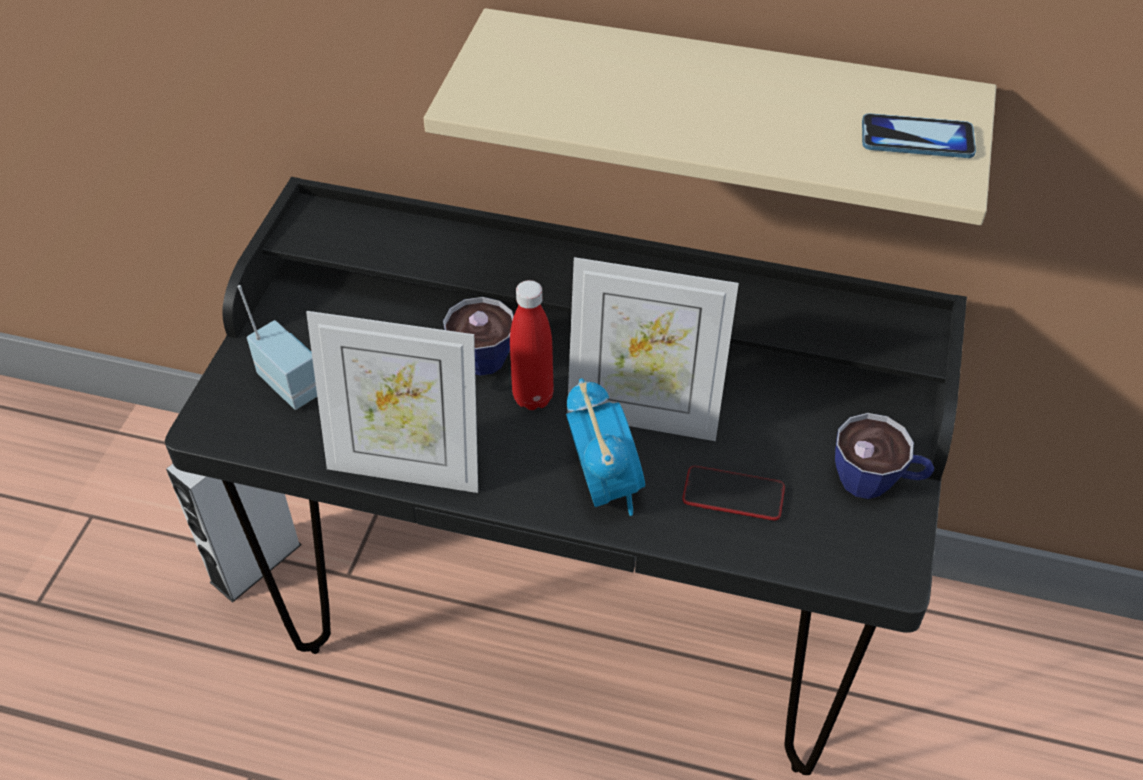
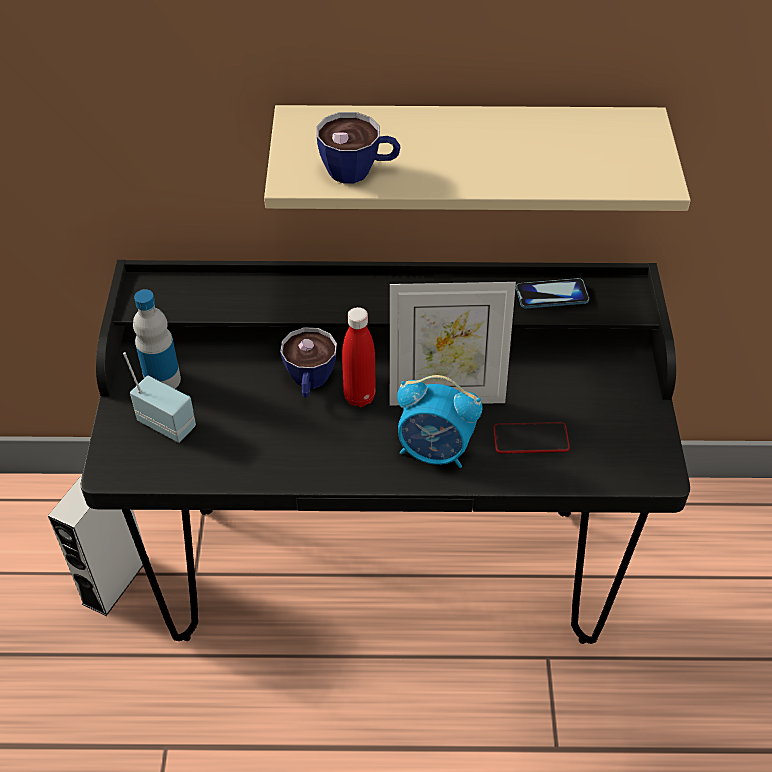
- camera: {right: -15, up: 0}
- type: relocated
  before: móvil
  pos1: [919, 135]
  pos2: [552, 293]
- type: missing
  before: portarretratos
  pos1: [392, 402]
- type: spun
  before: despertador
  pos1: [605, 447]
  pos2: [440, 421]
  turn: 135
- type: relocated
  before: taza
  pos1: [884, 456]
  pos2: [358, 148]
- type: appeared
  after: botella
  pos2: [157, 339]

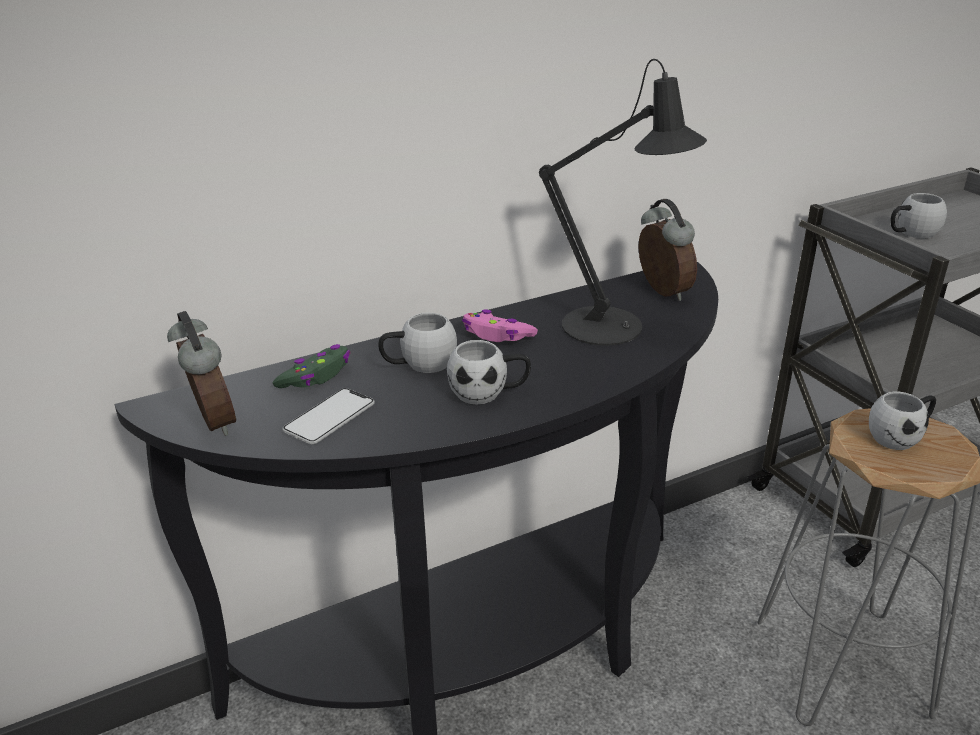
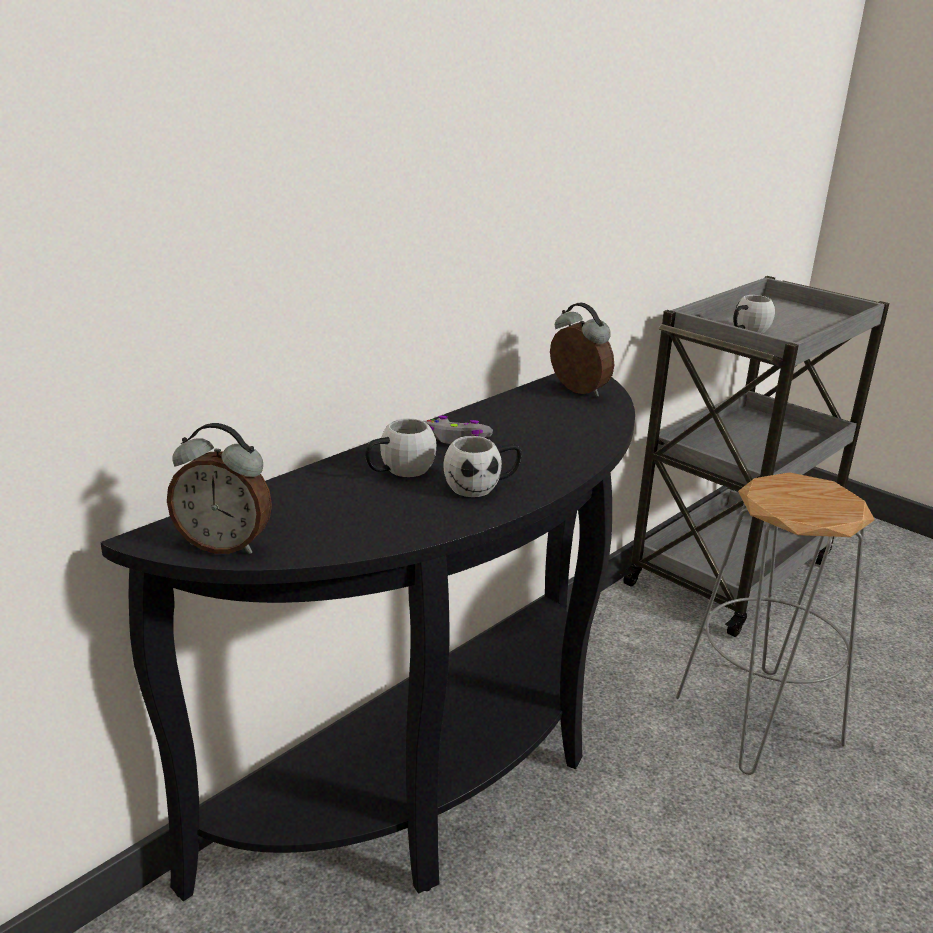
- camera: {right: -20, up: -5}
- type: missing
  before: lámpara de mesa (negro)
  pos1: [623, 202]
- type: colour
  before: mando de consola (rosa)
  after: mando de consola (gris)
  pos1: [500, 325]
  pos2: [458, 430]
- type: spun
  before: despertador
  pos1: [201, 373]
  pos2: [219, 488]
  turn: 150
- type: missing
  before: mando de consola (verde)
  pos1: [311, 366]
- type: missing
  before: móvil
  pos1: [328, 416]
- type: missing
  before: taza grande (blanco)
  pos1: [902, 421]

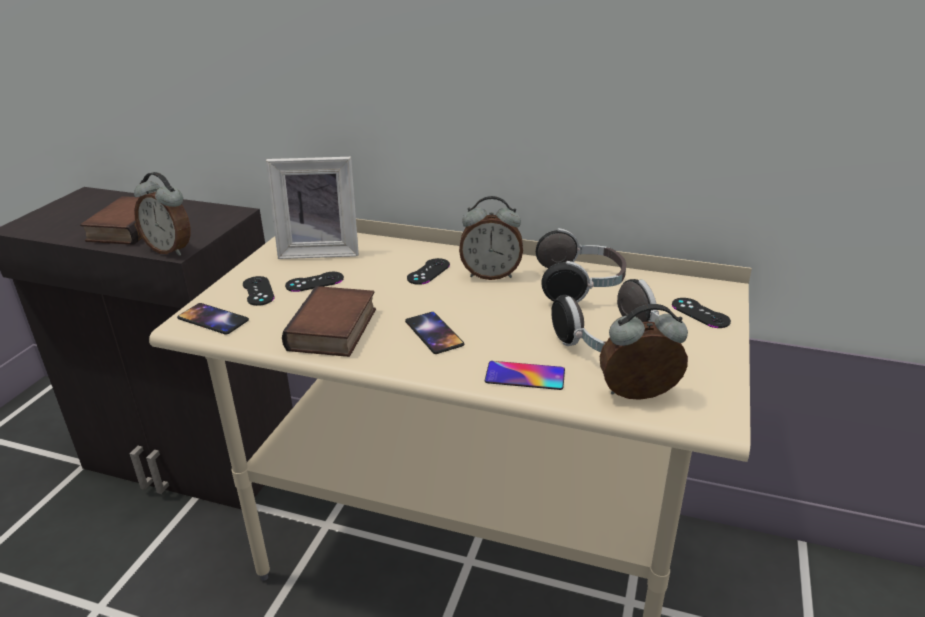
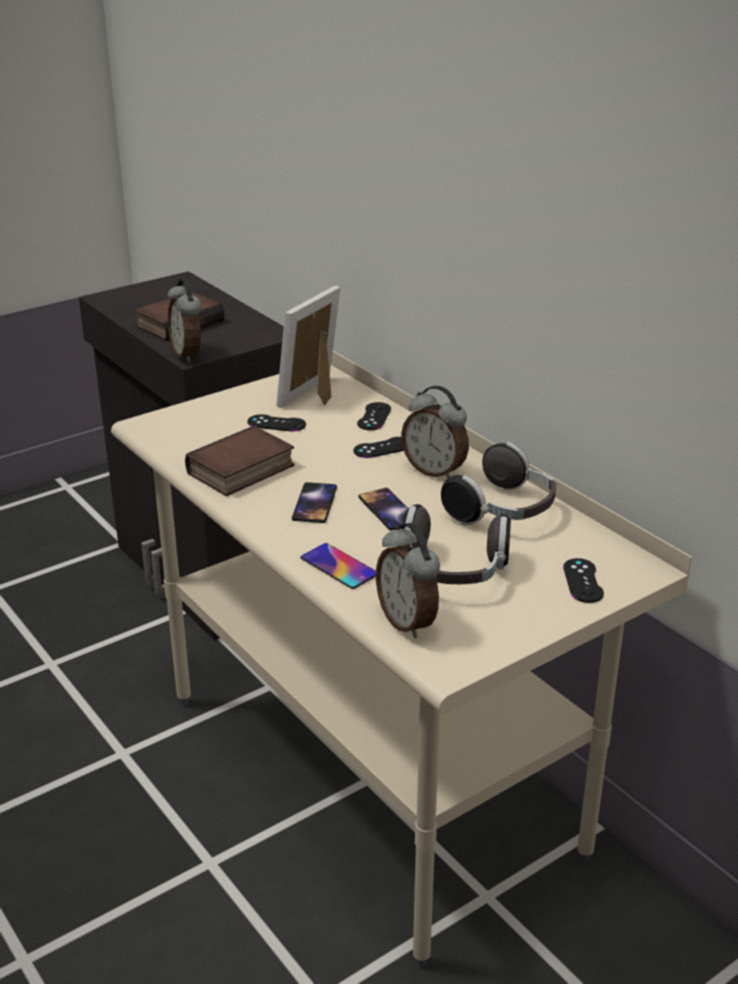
- camera: {right: 35, up: 0}
- type: spun
  before: portarretratos
  pos1: [312, 208]
  pos2: [308, 347]
  turn: 90
- type: relocated
  before: mando de consola (negro)
  pos1: [258, 291]
  pos2: [374, 416]
- type: relocated
  before: móvil
  pos1: [213, 319]
  pos2: [383, 509]
- type: spun
  before: despertador
  pos1: [644, 352]
  pos2: [408, 581]
  turn: -150

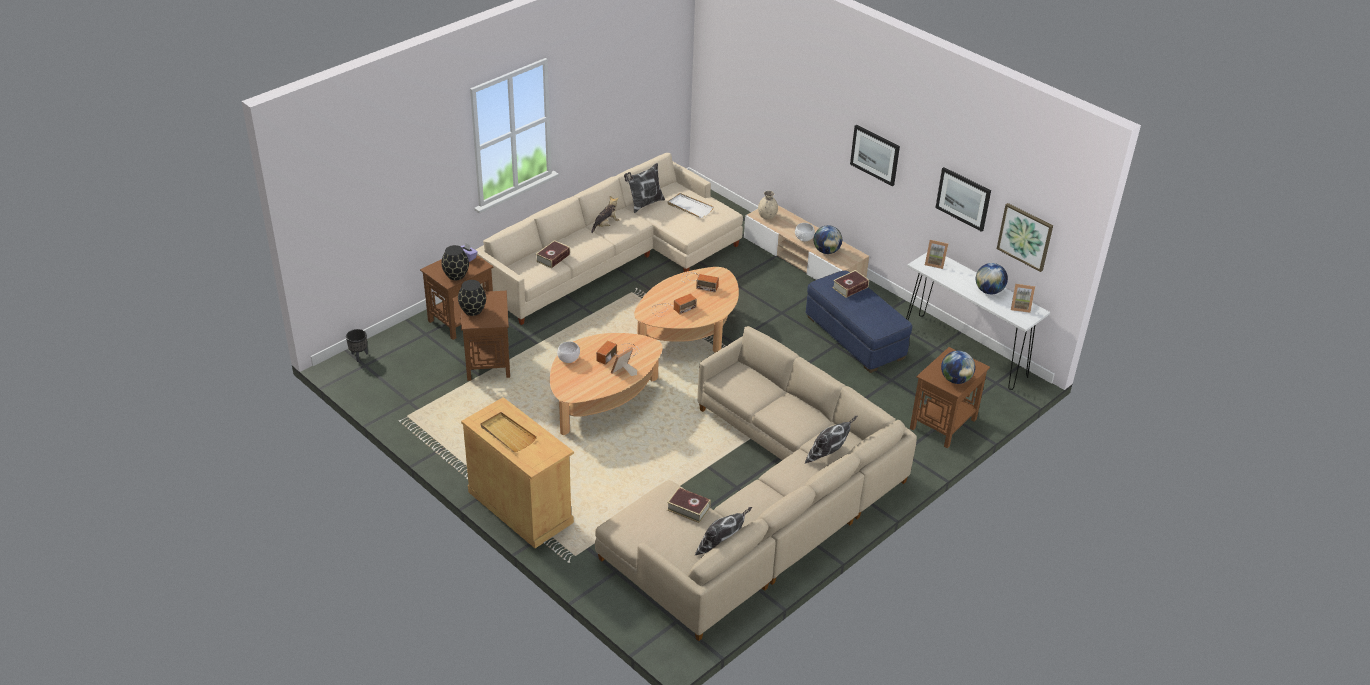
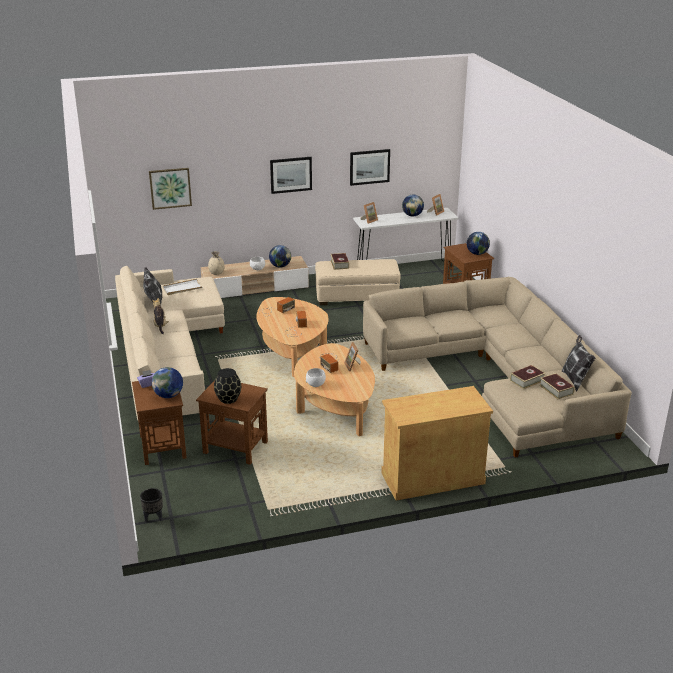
- camera: {right: -60, up: -10}
- type: relocated
  before: cuadro
  pos1: [1025, 237]
  pos2: [170, 189]
- type: relocated
  before: libro
  pos1: [553, 254]
  pos2: [557, 386]
- type: exchanged
  before: florero (negro)
  after: globo terráqueo
  pos1: [455, 262]
  pos2: [167, 382]
- type: colour
  before: puf (azul)
  after: puf (beis)
  pos1: [859, 322]
  pos2: [358, 282]
- type: missing
  before: bandeja (beis)
  pos1: [509, 432]
- type: missing
  before: cojín
  pos1: [831, 440]

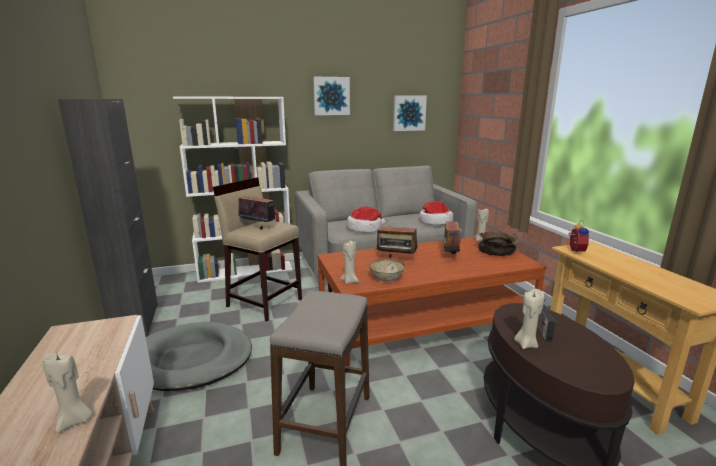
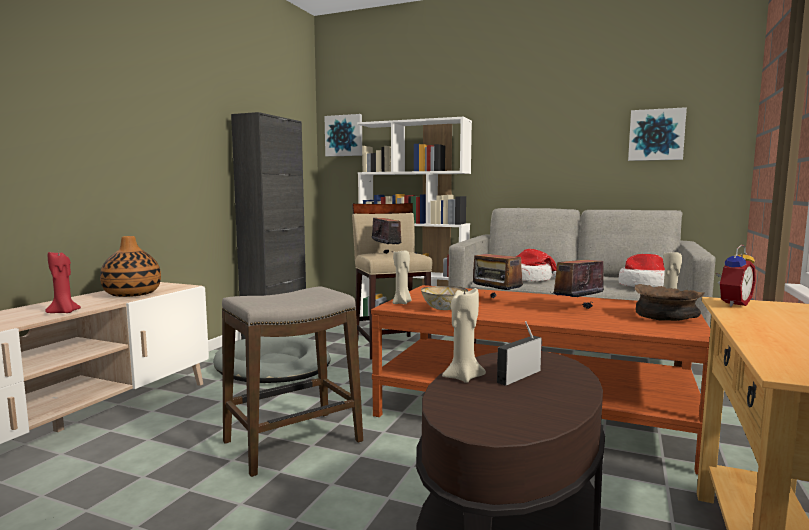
- camera: {right: 40, up: -10}
- type: relocated
  before: cuadro
  pos1: [331, 96]
  pos2: [343, 135]
- type: colour
  before: vela (beis)
  after: vela (rojo)
  pos1: [67, 392]
  pos2: [63, 281]
- type: appeared
  after: florero
  pos2: [130, 266]

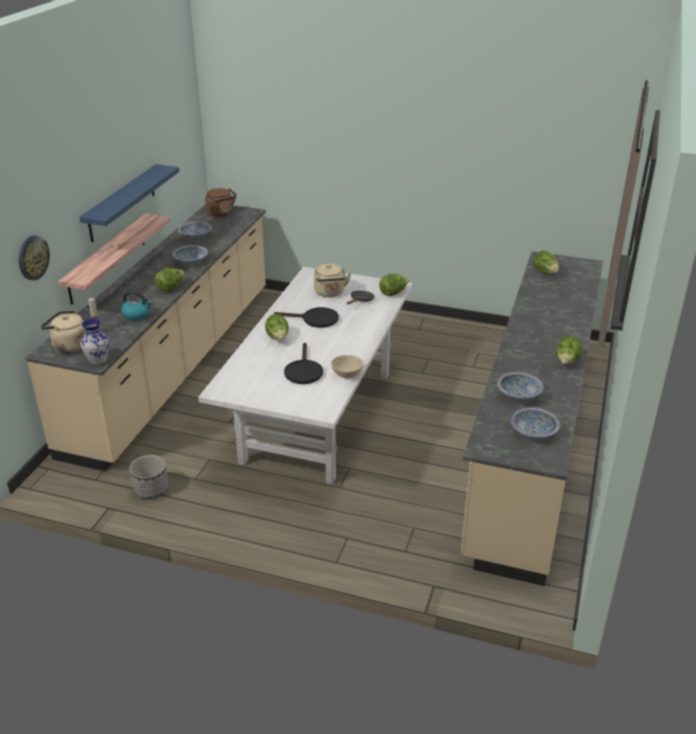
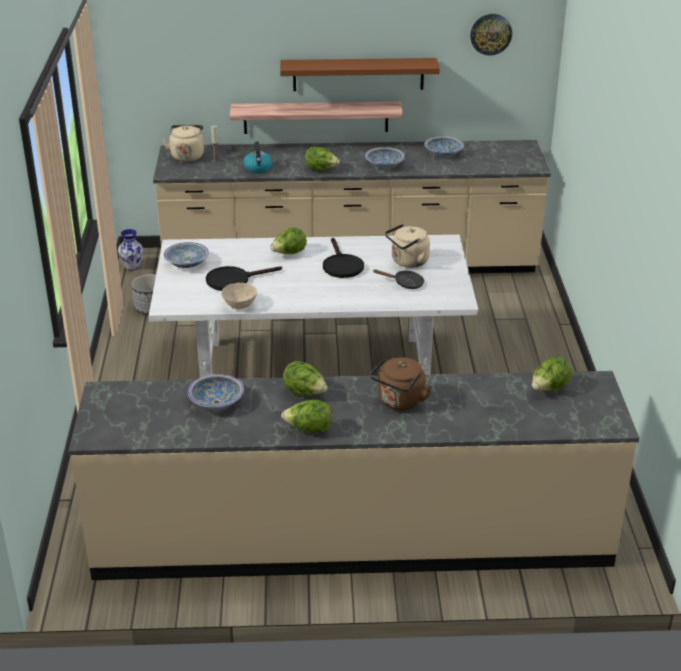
- camera: {right: 70, up: 0}
- type: colour
  before: estante (azul)
  after: estante (marrón)
  pos1: [129, 203]
  pos2: [360, 74]
- type: relocated
  before: hervidor (marrón)
  pos1: [220, 202]
  pos2: [401, 383]
- type: relocated
  before: reloj de pared
  pos1: [34, 257]
  pos2: [491, 34]
- type: relocated
  before: lechuga
  pos1: [394, 285]
  pos2: [305, 378]
- type: relocated
  before: florero
  pos1: [95, 342]
  pos2: [130, 249]
- type: relocated
  before: cuenco
  pos1: [535, 423]
  pos2: [186, 255]

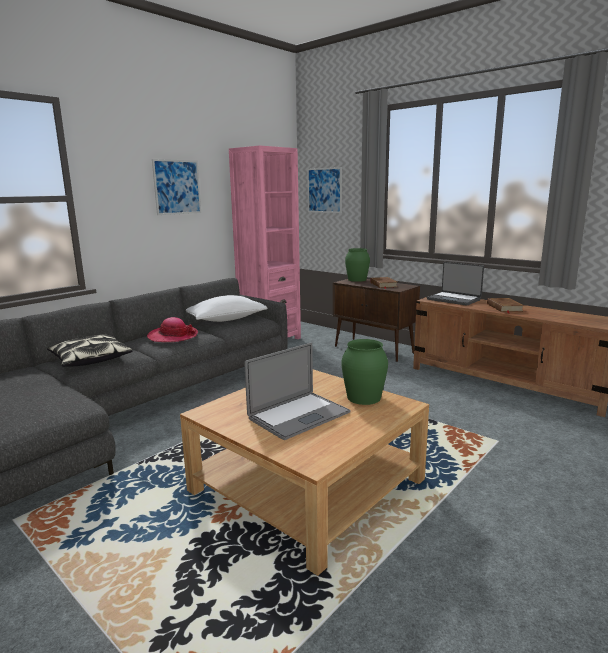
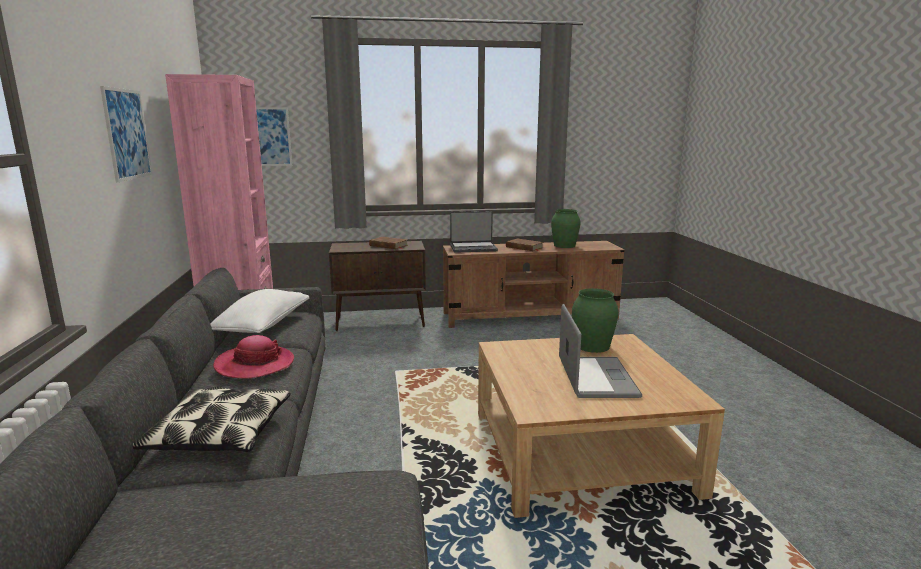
- camera: {right: -50, up: 0}
- type: relocated
  before: florero (verde)
  pos1: [357, 265]
  pos2: [566, 228]

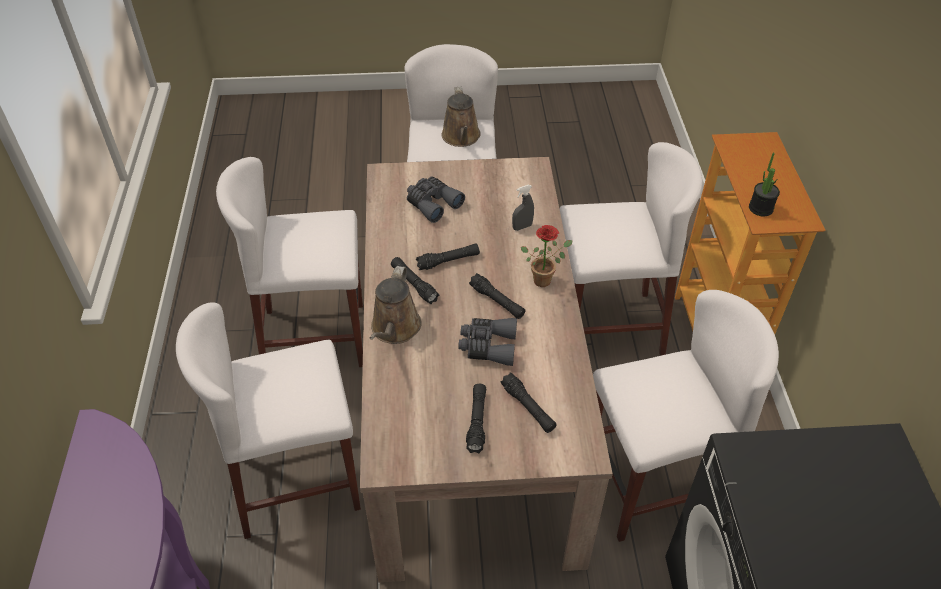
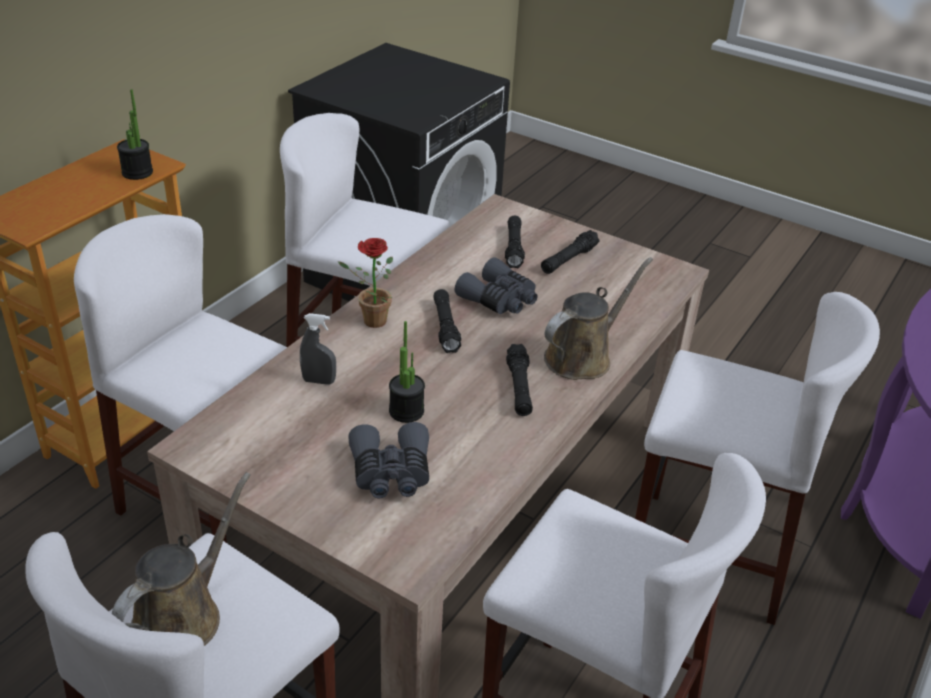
- camera: {right: -145, up: -10}
- type: missing
  before: linterna (negro)
  pos1: [448, 257]
- type: appeared
  after: planta en maceta
  pos2: [407, 372]

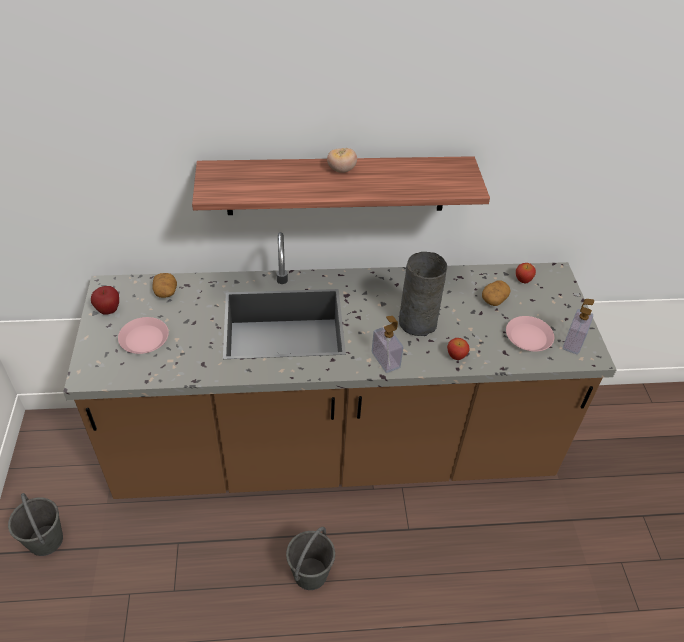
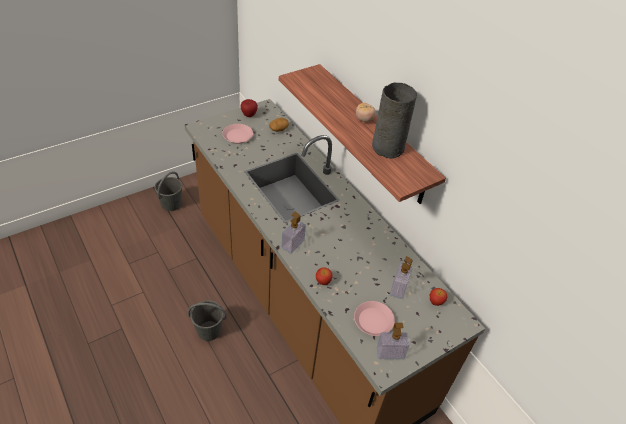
- camera: {right: 60, up: 0}
- type: relocated
  before: florero (gris)
  pos1: [423, 294]
  pos2: [394, 121]
- type: exchanged
  before: patata
  after: dispensador de jabón
  pos1: [496, 293]
  pos2: [401, 277]

